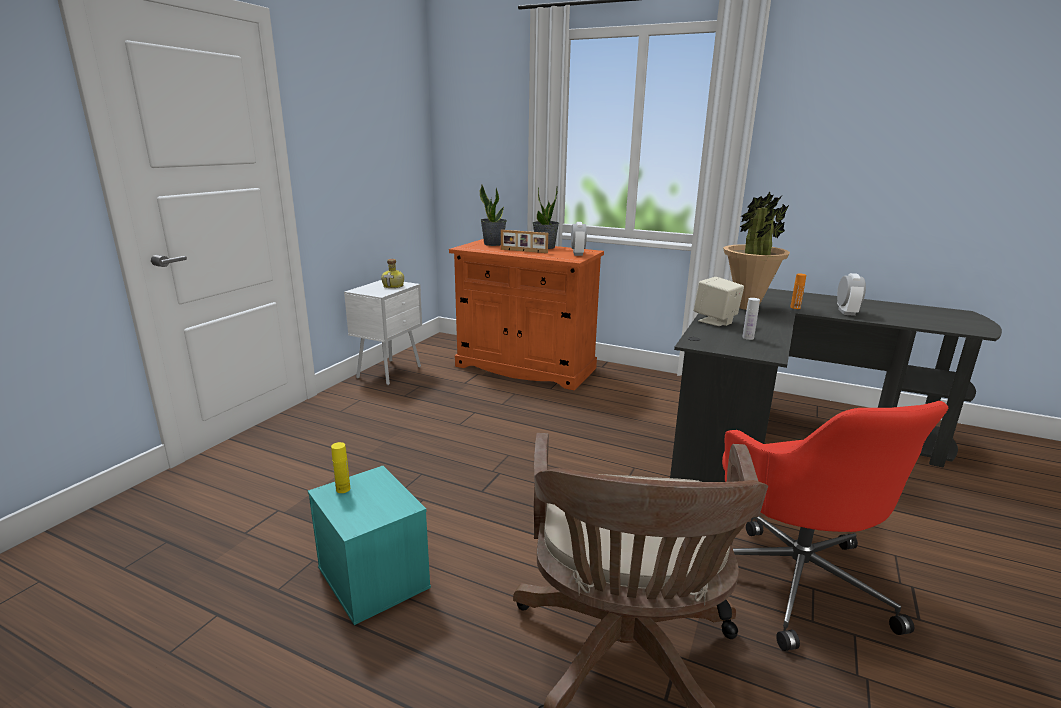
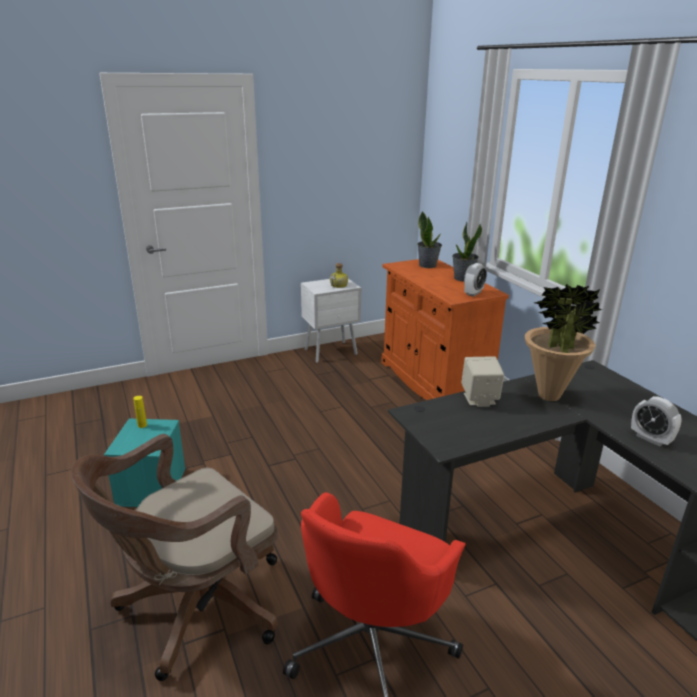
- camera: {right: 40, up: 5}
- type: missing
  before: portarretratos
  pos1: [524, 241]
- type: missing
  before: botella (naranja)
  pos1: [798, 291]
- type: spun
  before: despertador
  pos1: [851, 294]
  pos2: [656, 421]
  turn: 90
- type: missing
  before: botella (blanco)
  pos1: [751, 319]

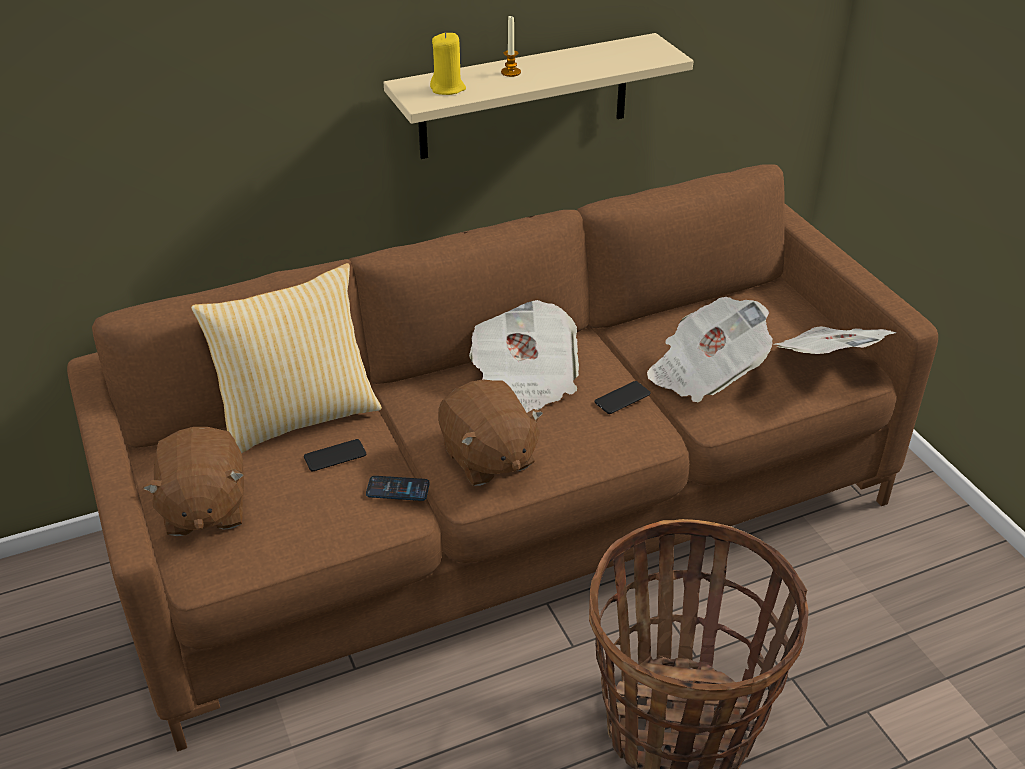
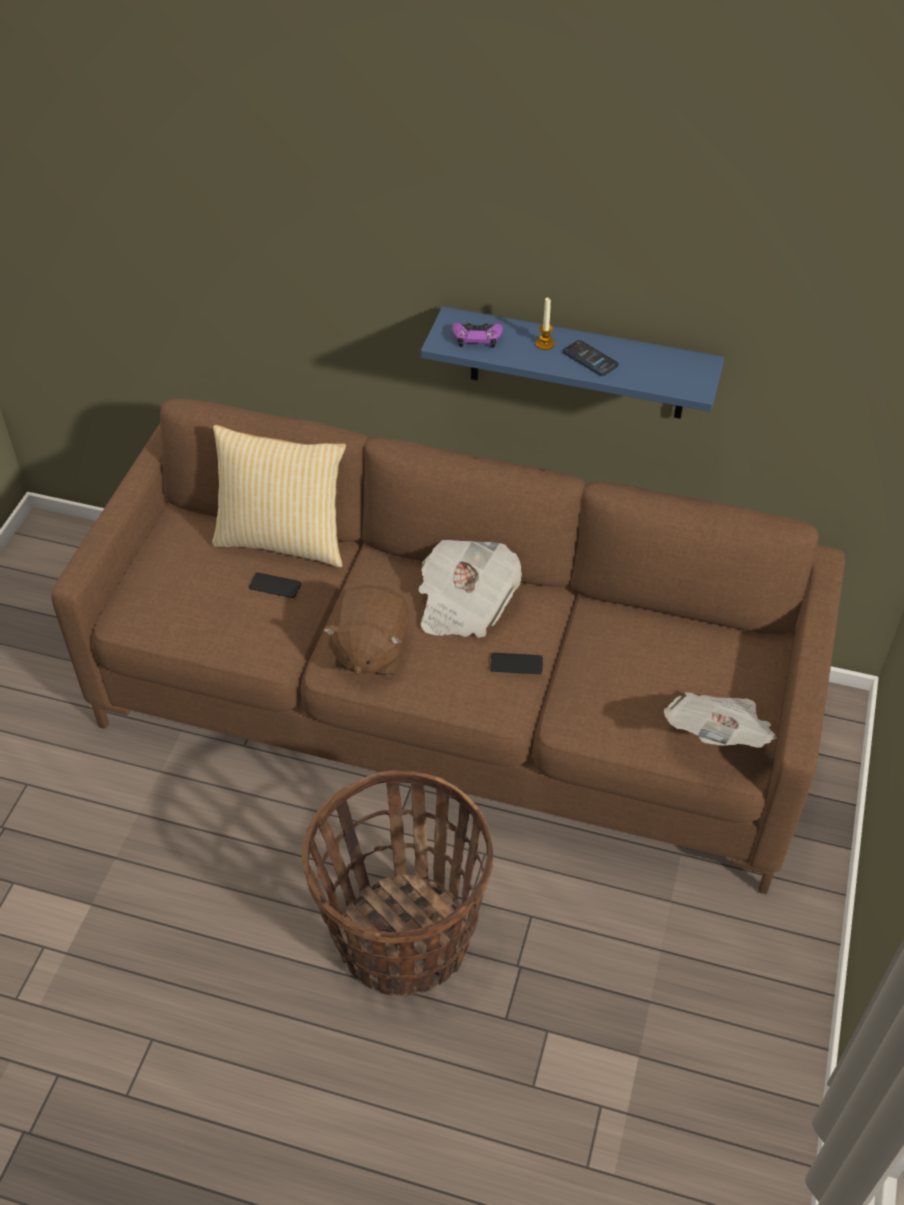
- camera: {right: 40, up: 10}
- type: exchanged
  before: vela (amarillo)
  after: mando de consola (morado)
  pos1: [448, 63]
  pos2: [477, 335]
- type: colour
  before: estante (beis)
  after: estante (azul)
  pos1: [538, 96]
  pos2: [572, 363]
- type: missing
  before: periódico
  pos1: [710, 350]
- type: missing
  before: peluche (marrón)
  pos1: [193, 481]
- type: relocated
  before: móvil
  pos1: [398, 488]
  pos2: [591, 358]

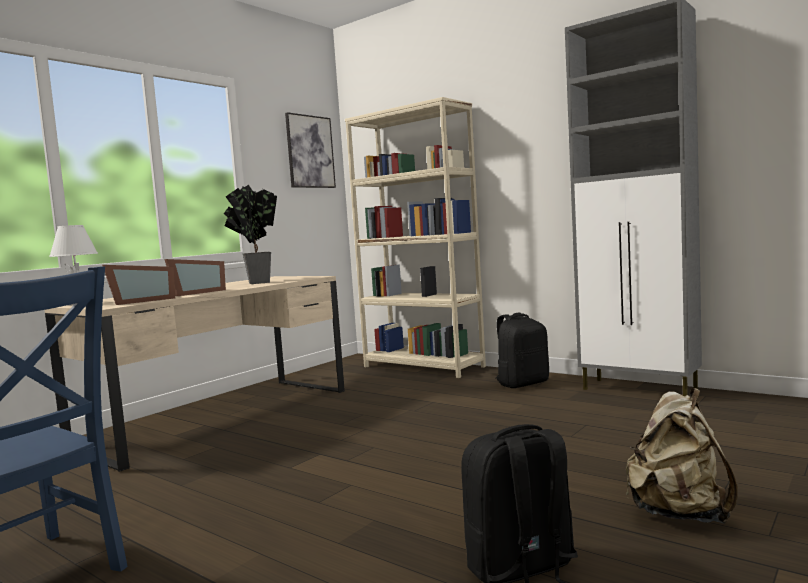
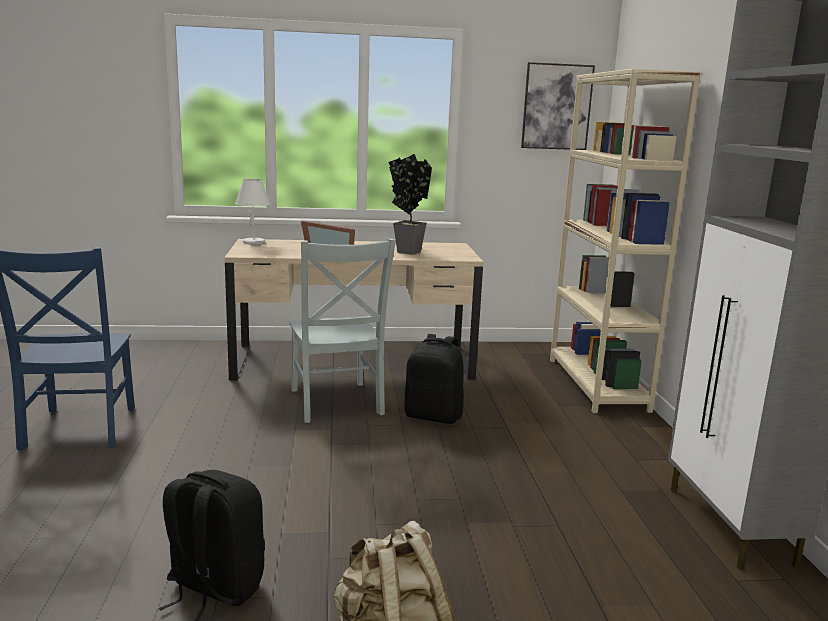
- camera: {right: 45, up: 10}
- type: missing
  before: portarretratos
  pos1: [138, 285]
- type: relocated
  before: mochila (negro)
  pos1: [522, 350]
  pos2: [434, 379]
- type: appeared
  after: silla (gris)
  pos2: [342, 330]

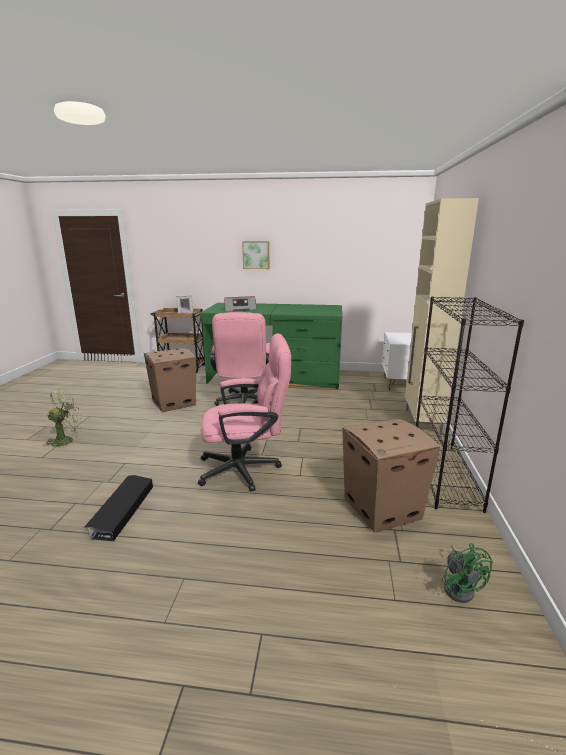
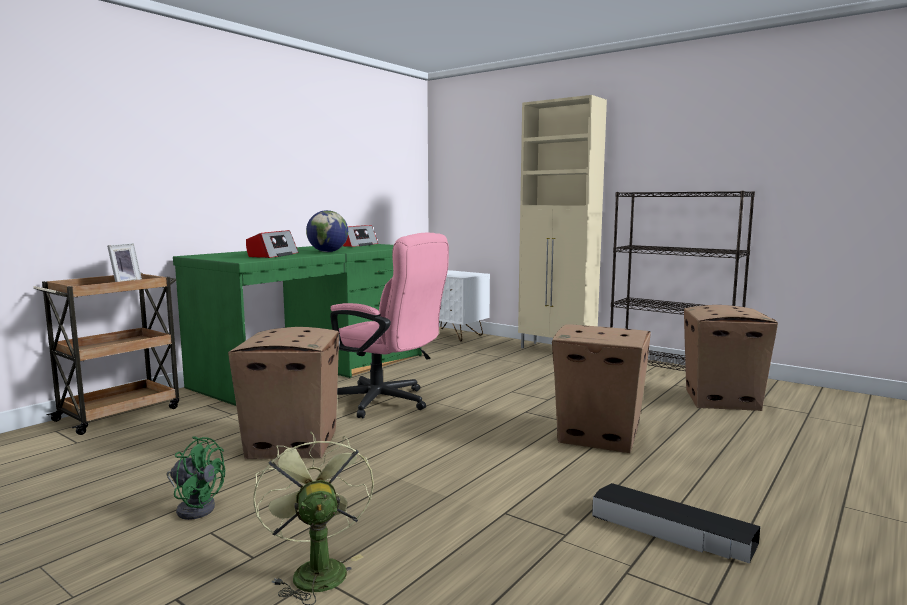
- camera: {right: -60, up: -10}
- type: missing
  before: cuadro
  pos1: [256, 255]
- type: exchanged
  before: silla de oficina (rosa)
  after: caja de cartón
  pos1: [244, 413]
  pos2: [601, 388]
- type: relocated
  before: ventilador (verde)
  pos1: [467, 573]
  pos2: [195, 478]
- type: appeared
  after: globo terráqueo
  pos2: [327, 231]
- type: appeared
  after: radio
  pos2: [360, 236]

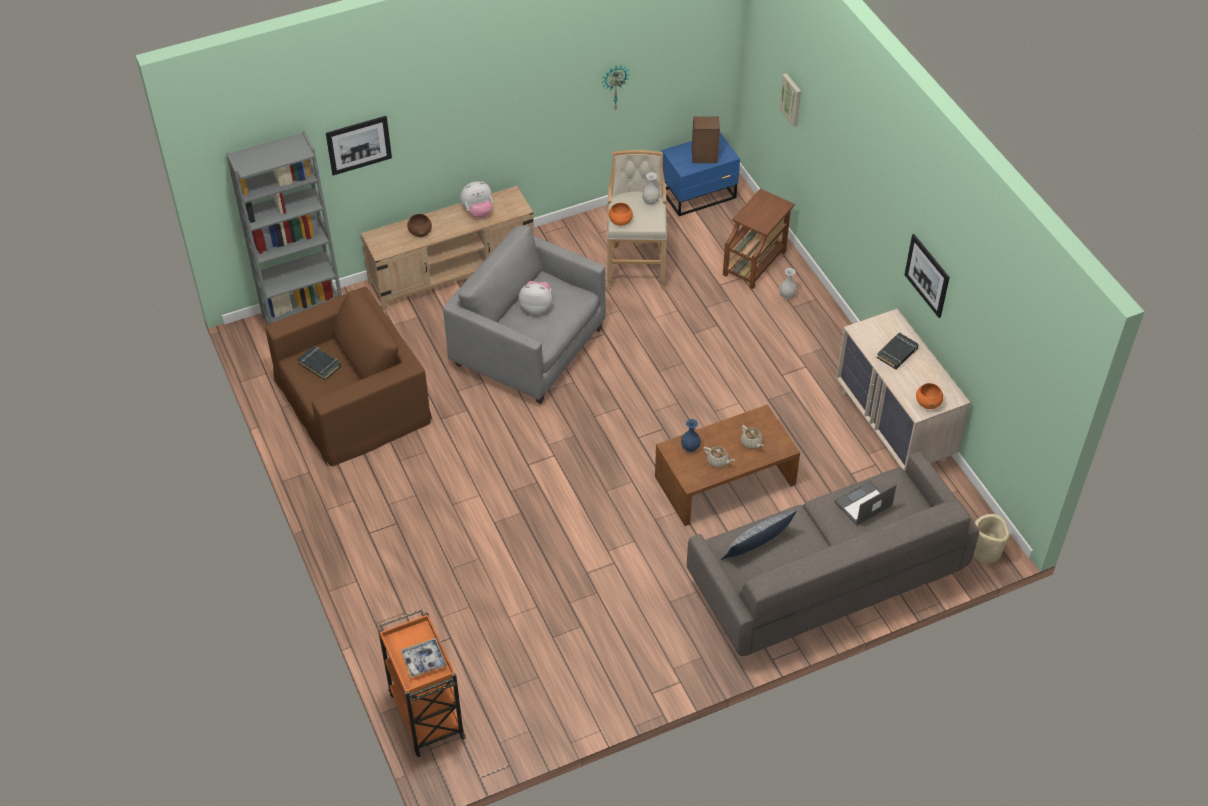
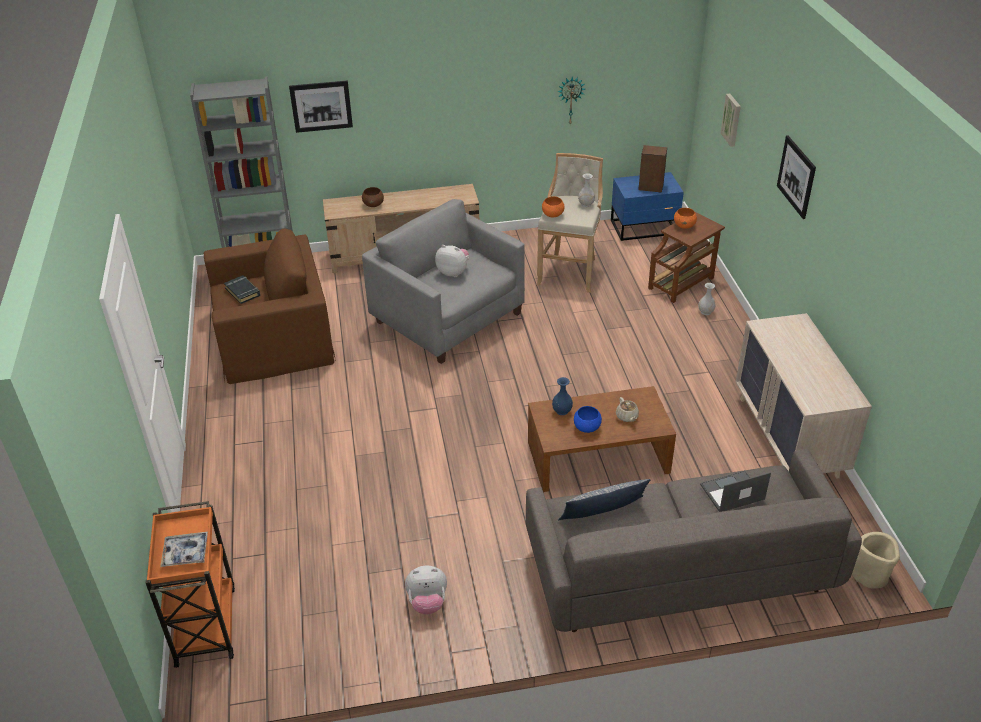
- camera: {right: 15, up: -10}
- type: relocated
  before: peluche
  pos1: [476, 199]
  pos2: [426, 589]
- type: relocated
  before: cuadro
  pos1: [927, 276]
  pos2: [796, 177]
- type: missing
  before: libro (negro)
  pos1: [898, 351]
- type: relocated
  before: cuenco (naranja)
  pos1: [929, 396]
  pos2: [685, 218]
- type: exchanged
  before: tetera (beis)
  after: cuenco (azul)
  pos1: [719, 456]
  pos2: [588, 419]

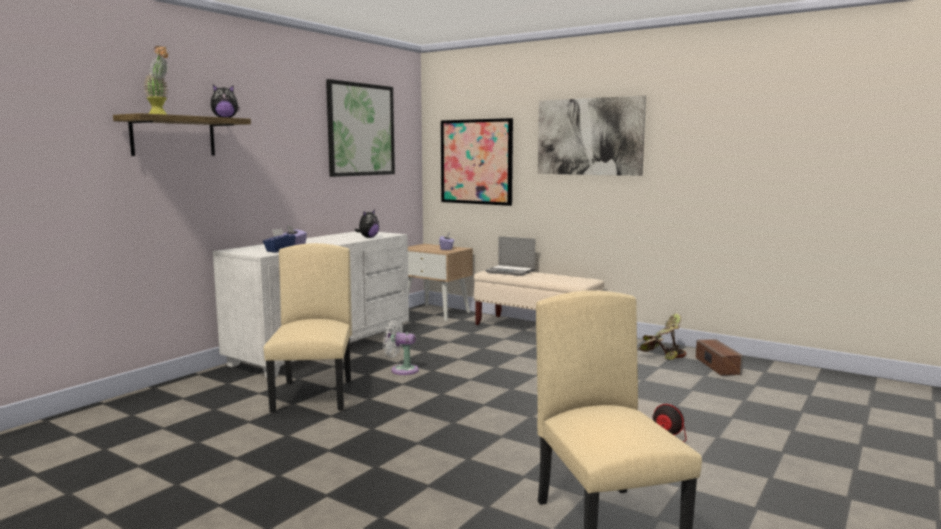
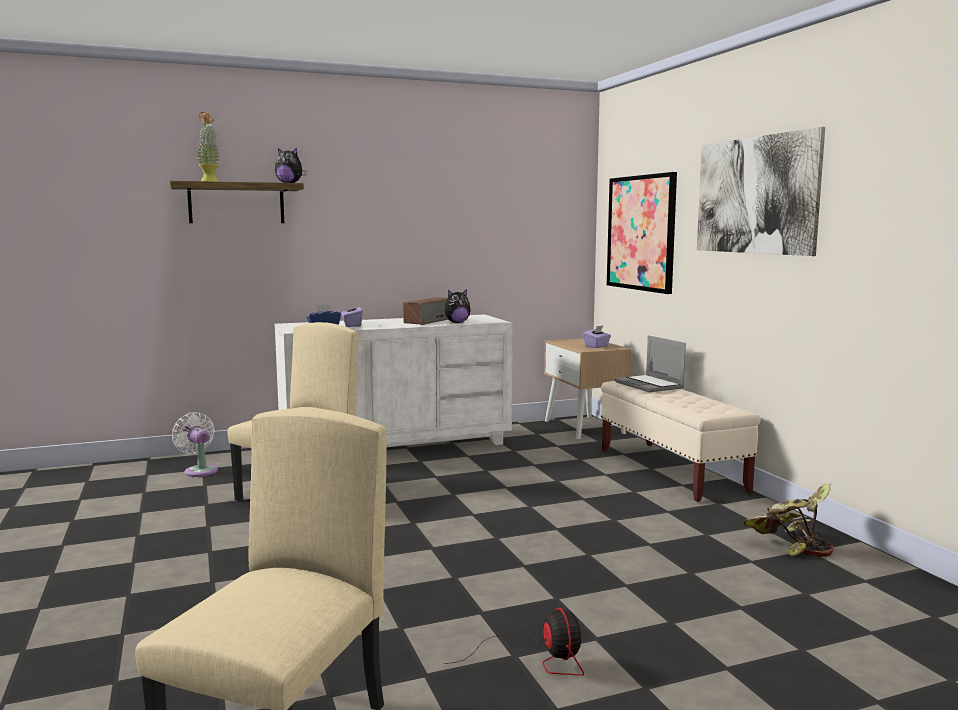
- camera: {right: 35, up: 0}
- type: missing
  before: cuadro
  pos1: [360, 128]
- type: relocated
  before: ventilador (blanco)
  pos1: [401, 347]
  pos2: [195, 444]
- type: relocated
  before: altavoz
  pos1: [719, 357]
  pos2: [425, 311]

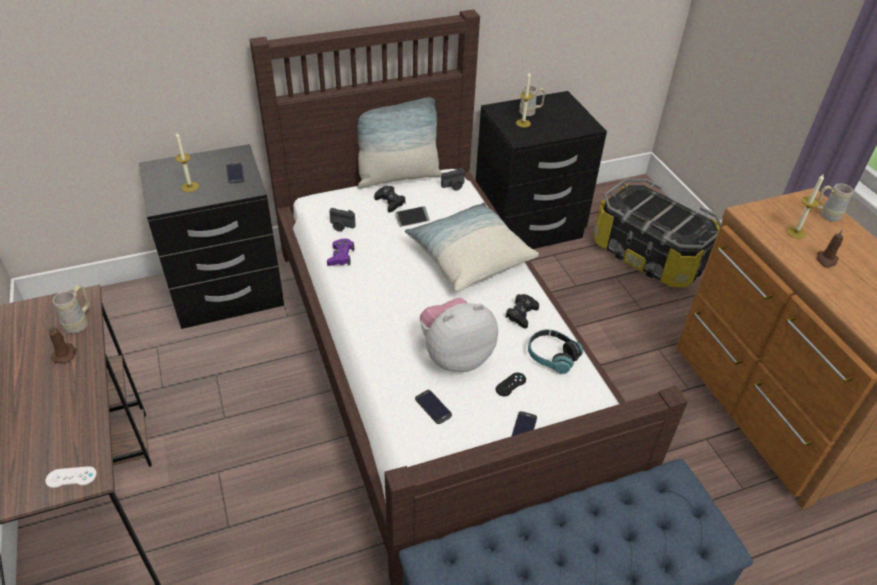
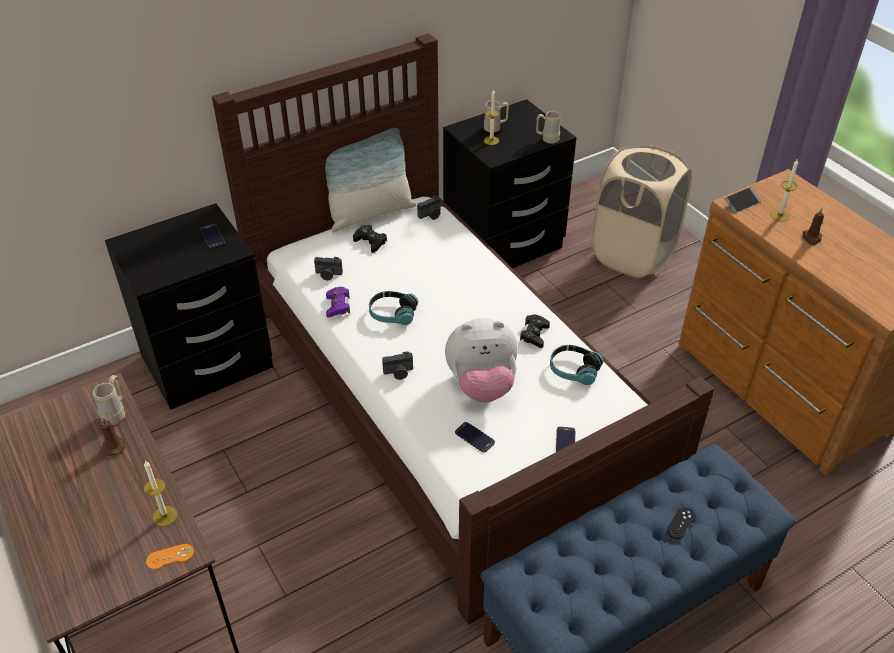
- camera: {right: -10, up: 0}
- type: relocated
  before: vela
  pos1: [187, 161]
  pos2: [160, 493]
- type: exchanged
  before: caja de almacenaje
  after: cesto de la ropa (beis)
  pos1: [657, 233]
  pos2: [641, 211]
- type: relocated
  before: taza grande (beis)
  pos1: [835, 202]
  pos2: [548, 127]
- type: missing
  before: cojín
  pos1: [472, 247]
- type: relocated
  before: móvil
  pos1: [412, 216]
  pos2: [743, 200]
- type: spun
  before: peluche
  pos1: [459, 335]
  pos2: [481, 360]
  turn: -150
- type: relocated
  before: mando de consola (negro)
  pos1: [510, 384]
  pos2: [681, 523]
- type: colour
  before: mando de consola (blanco)
  after: mando de consola (naranja)
  pos1: [71, 477]
  pos2: [170, 557]
- type: appeared
  after: auriculares
  pos2: [393, 308]
- type: appeared
  after: cámara
  pos2: [397, 366]

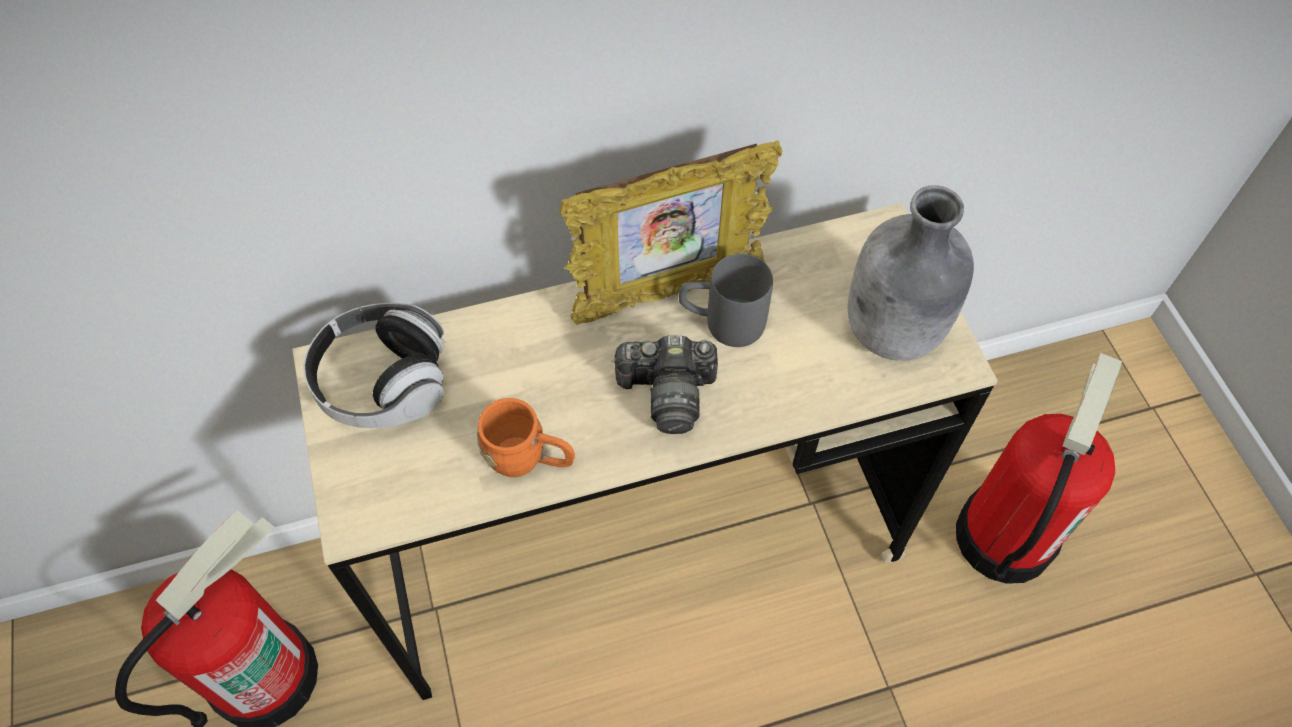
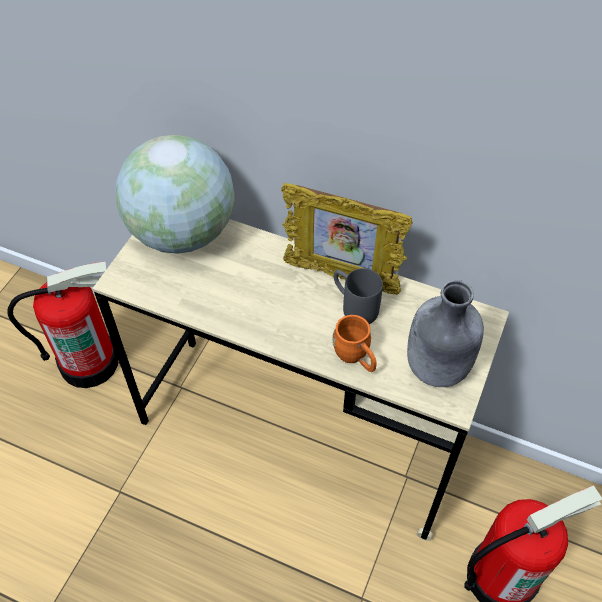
- camera: {right: 40, up: -5}
- type: exchanged
  before: auriculares
  after: globo terráqueo
  pos1: [375, 365]
  pos2: [175, 194]
- type: missing
  before: cámara
  pos1: [664, 384]
- type: relocated
  before: taza grande (naranja)
  pos1: [526, 437]
  pos2: [354, 343]

